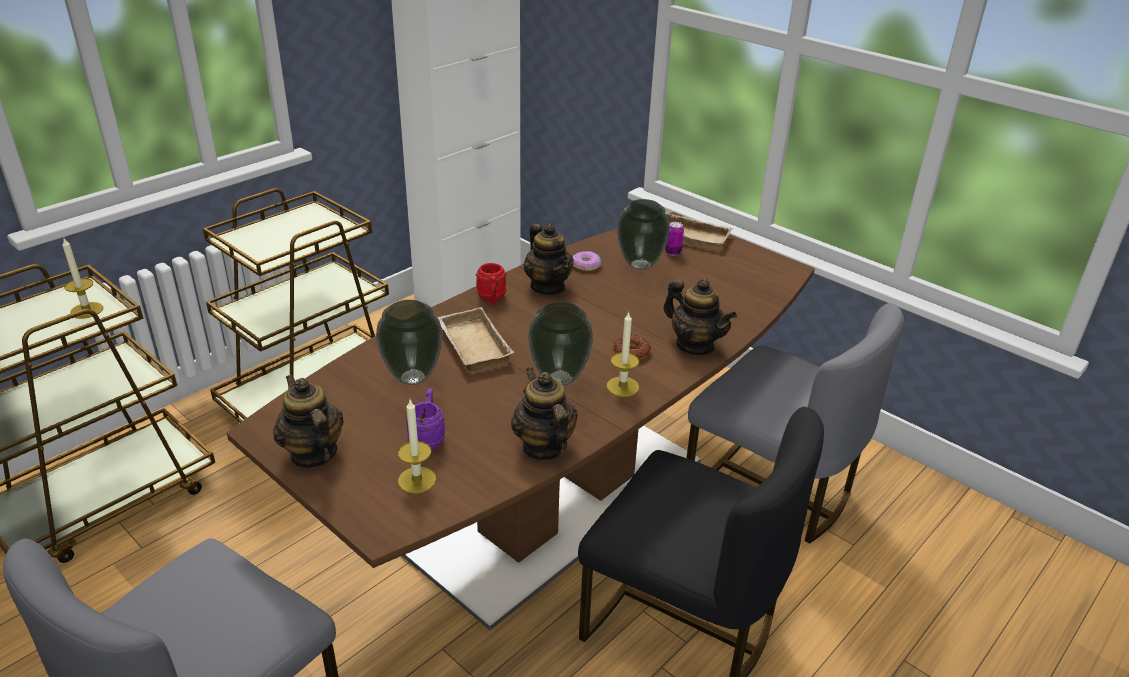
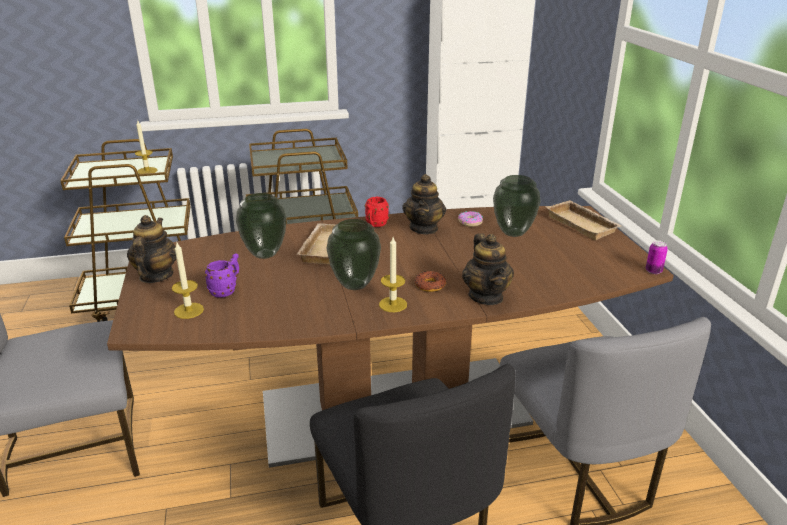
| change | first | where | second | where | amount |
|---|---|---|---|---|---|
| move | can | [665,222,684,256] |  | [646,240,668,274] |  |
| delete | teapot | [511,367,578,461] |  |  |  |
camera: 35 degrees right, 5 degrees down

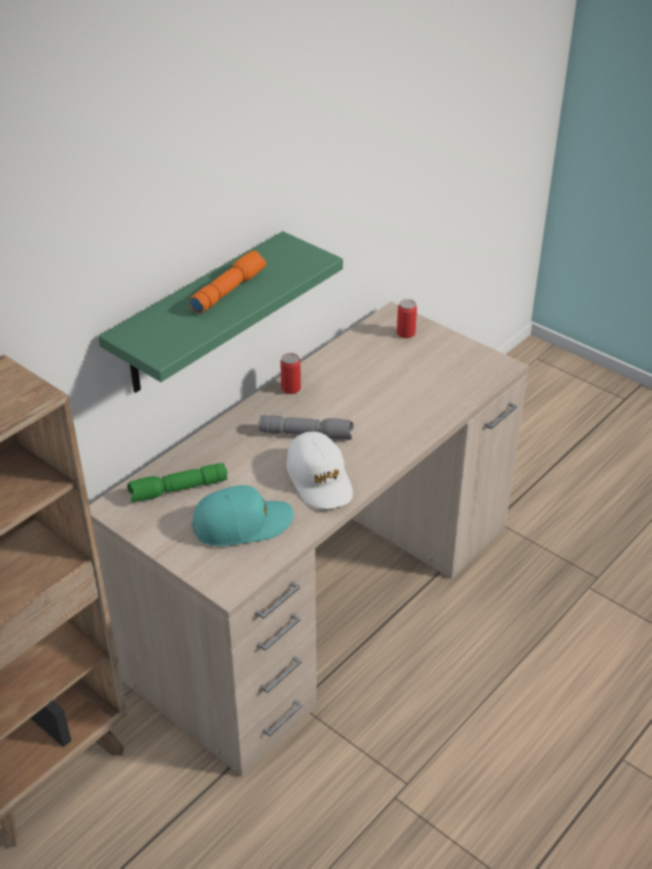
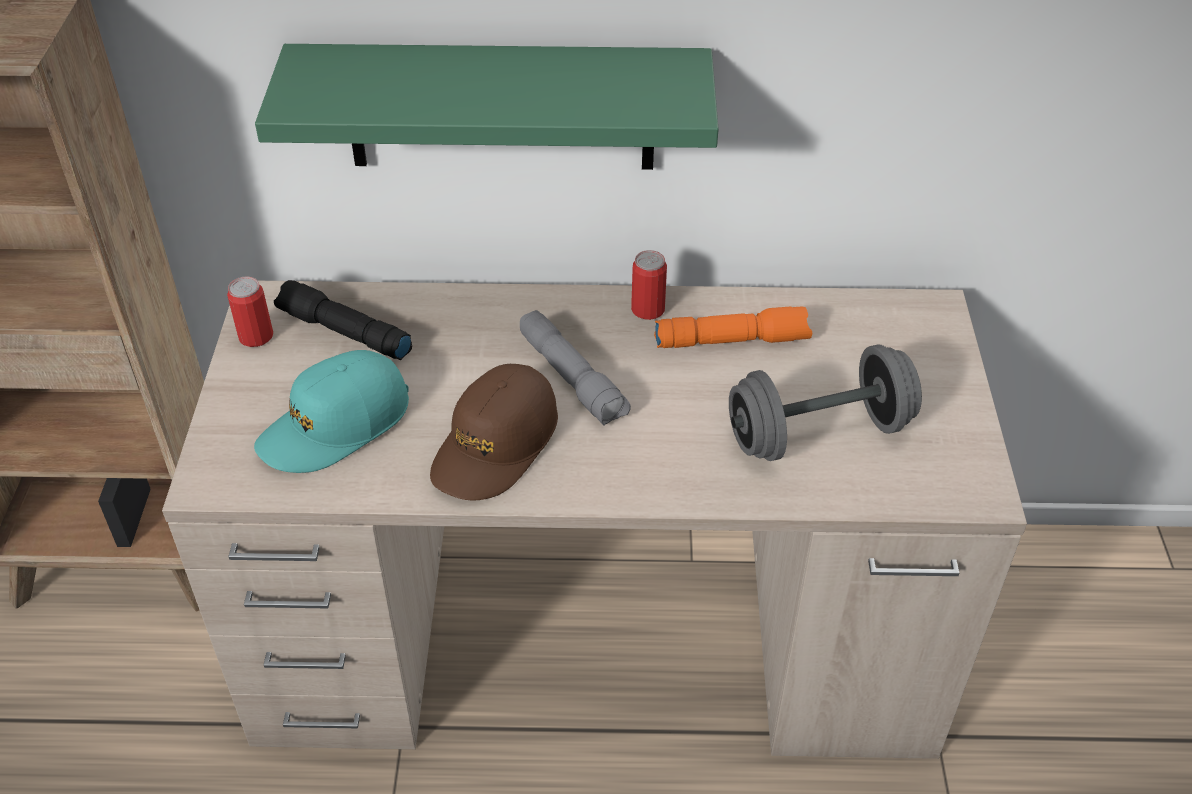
| change | first | where | second | where | amount |
|---|---|---|---|---|---|
| move | orange_flashlight | [190,251,266,313] |  | [654,306,812,348] |  |
| move | can | [397,299,417,338] |  | [227,277,273,347] |  |
| recolor | white_cap | [287,432,353,509] | brown_cap | [430,364,558,501] |  |
| recolor | green_flashlight | [127,463,228,503] | black_flashlight | [274,280,412,360] |  |
| rotate | turquoise_cap | [191,485,294,546] |  | [254,350,409,473] | 105 degrees clockwise |
| insert |  |  | grey_dumbbell | [729,344,922,461] |  |
camera: 50 degrees right, 5 degrees up

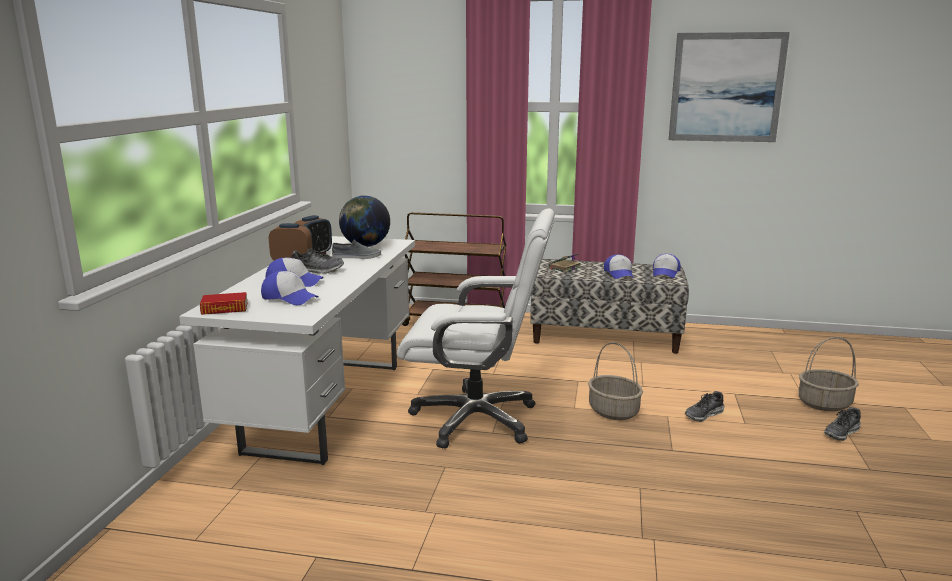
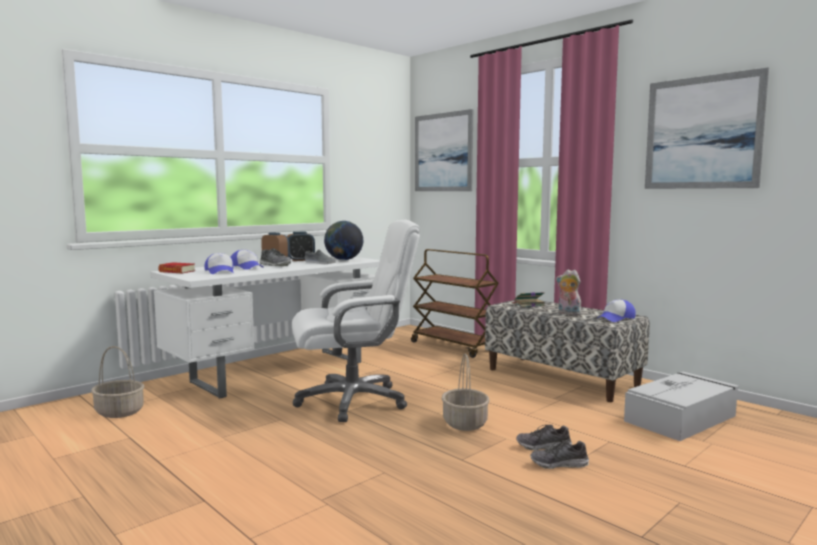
| change | first | where | second | where | amount |
|---|---|---|---|---|---|
| rotate | white_office_chair | [397,208,555,449] |  | [292,220,420,422] | 60 degrees counterclockwise |
| replace | cap | [604,254,634,279] | plush_toy | [556,270,581,315] |  |
| move | basket | [799,337,859,411] |  | [91,346,144,418] |  |
| move | shoe | [824,407,861,441] |  | [530,440,589,469] |  |
| insert |  |  | picture | [415,109,473,191] |  |
| insert |  |  | grey_storage_box | [624,372,739,441] |  |
camera: 35 degrees right, 10 degrees down

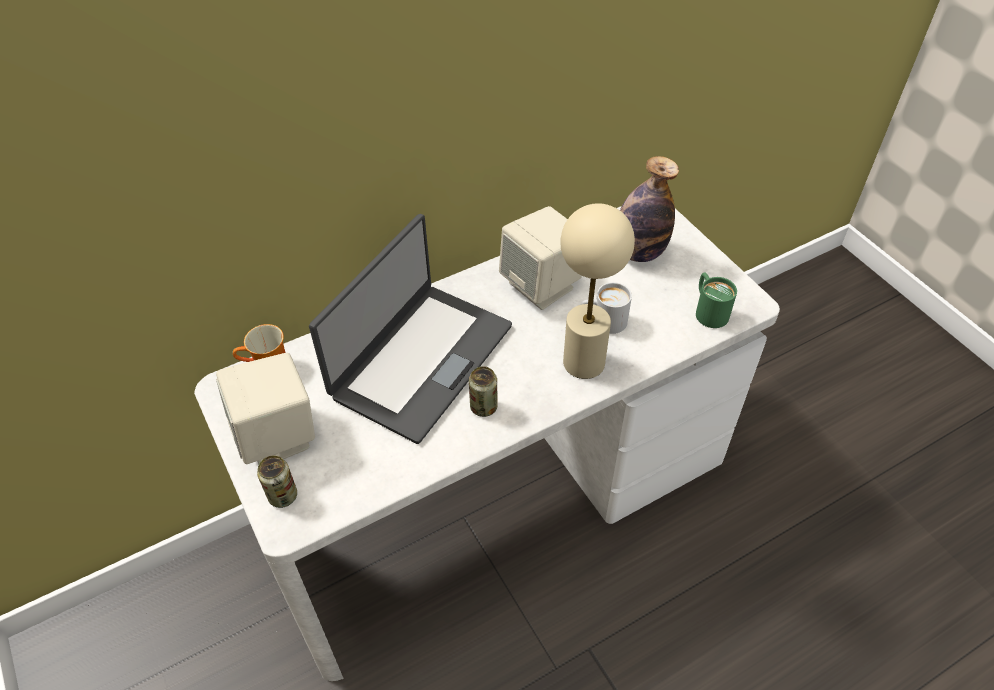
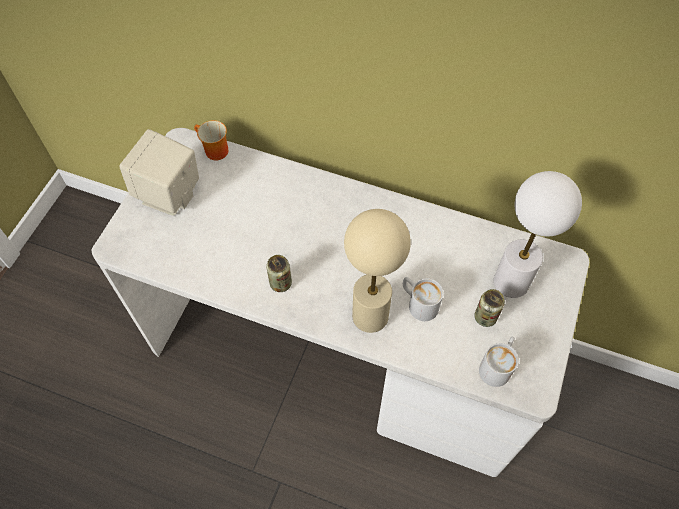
| change | first | where | second | where | amount |
|---|---|---|---|---|---|
| replace | bottle | [620,156,679,262] | white_table_lamp | [494,171,582,298] |  |
| delete | beige_speaker | [499,206,582,310] |  |  |  |
| delete | laptop | [309,214,512,444] |  |  |  |
| recolor | green_mug | [696,272,737,328] | white_mug | [479,337,519,387] |  |
| move | can | [257,455,297,508] |  | [474,289,505,327] |  |
camera: 50 degrees right, 10 degrees up

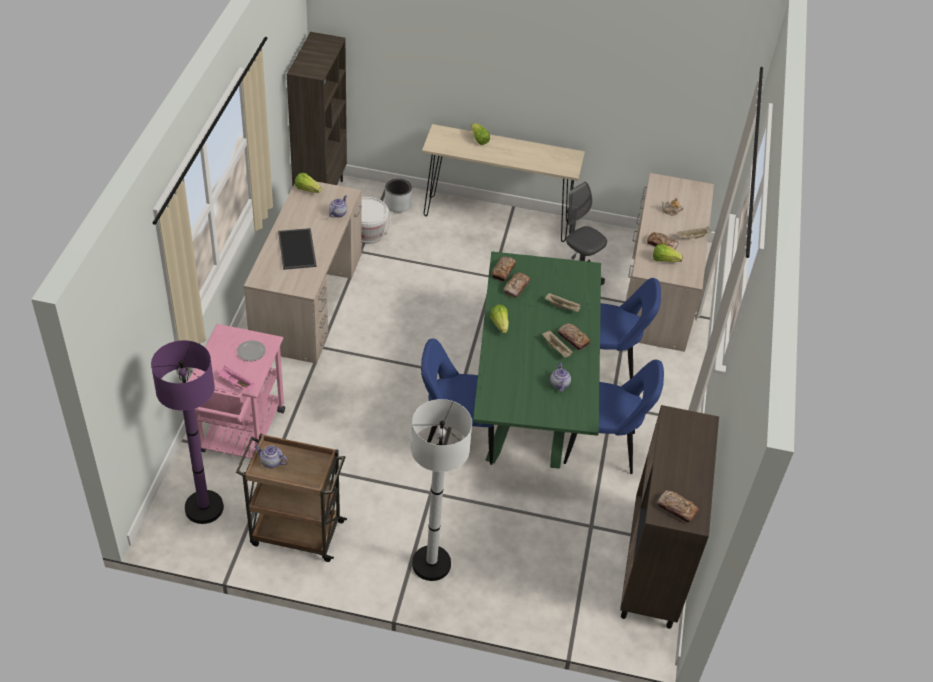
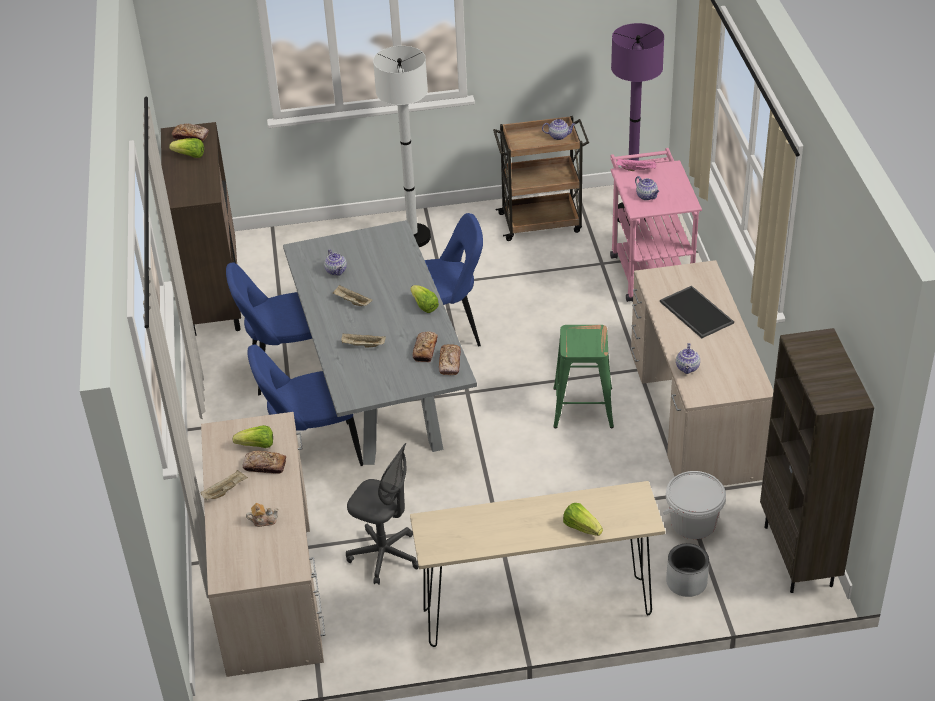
| change | first | where | second | where | amount |
|---|---|---|---|---|---|
| move | lettuce | [295,173,322,193] |  | [169,138,204,158] |  |
| recolor | green_dining_table | [473,252,601,469] | grey_dining_table | [283,220,477,465] |  |
| delete | bread | [558,324,590,350] |  |  |  |
| replace | plate | [237,340,266,361] | teapot | [635,176,659,200] |  |
| insert |  |  | green_stool | [553,325,614,428] |  |
camera: 165 degrees right, 5 degrees down

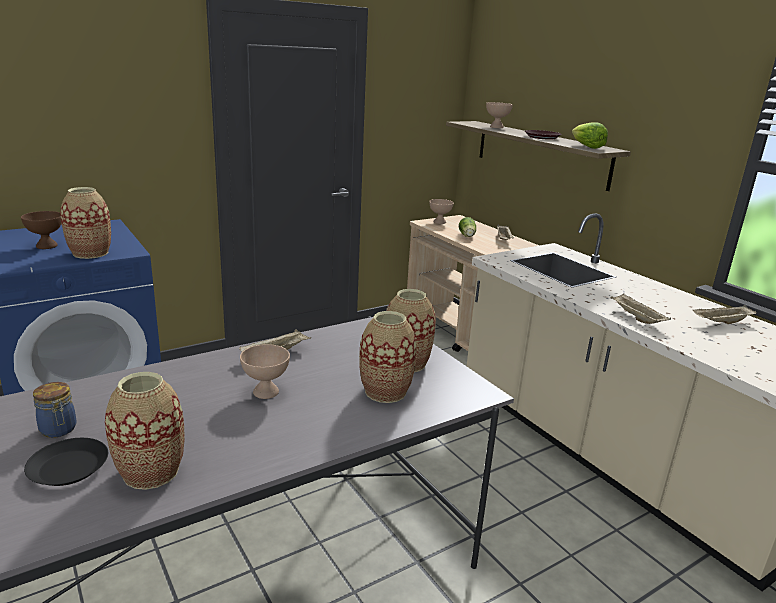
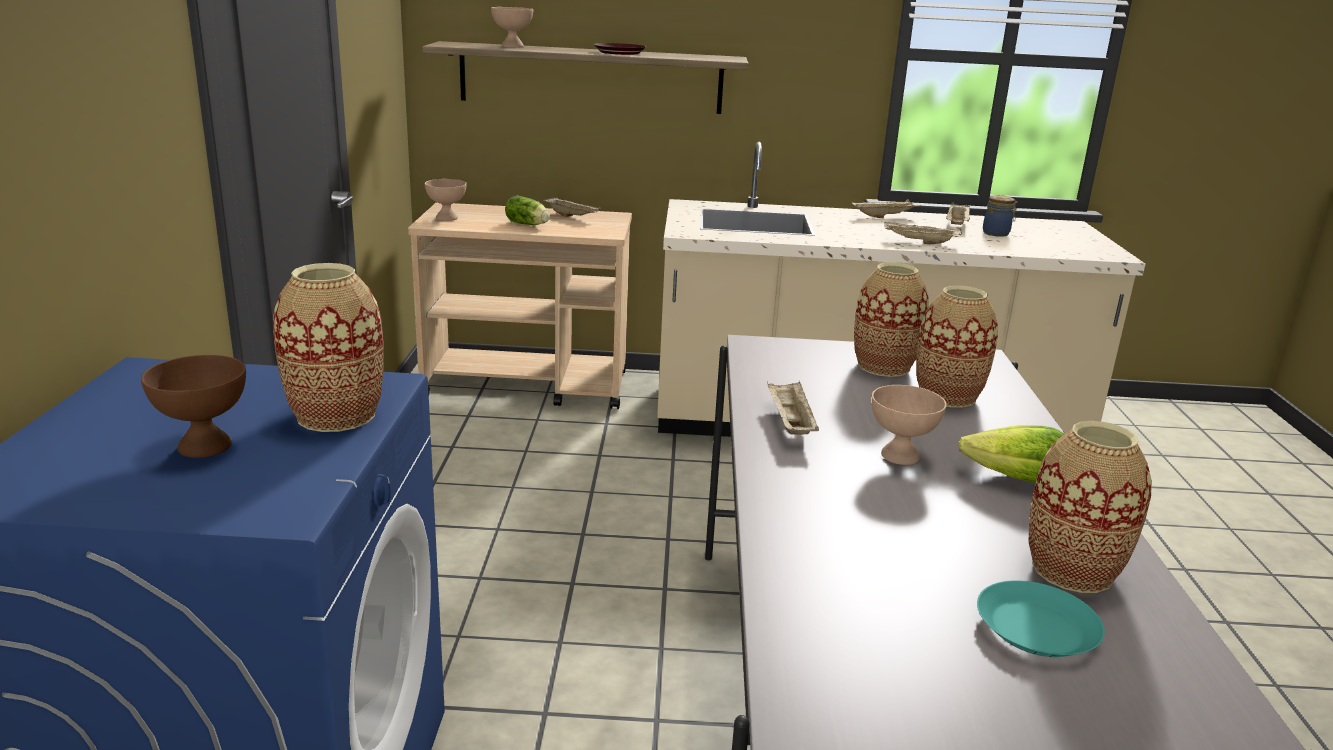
| change | first | where | second | where | amount |
|---|---|---|---|---|---|
| move | lettuce | [572,123,608,149] |  | [958,425,1065,483] |  |
| move | jar | [33,382,77,438] |  | [983,195,1018,237] |  |
| recolor | black_plate | [24,438,108,486] | turquoise_plate | [977,580,1105,657] |  |
| insert |  |  | beige_tray | [851,199,921,218] |  |
camera: 55 degrees left, 0 degrees up

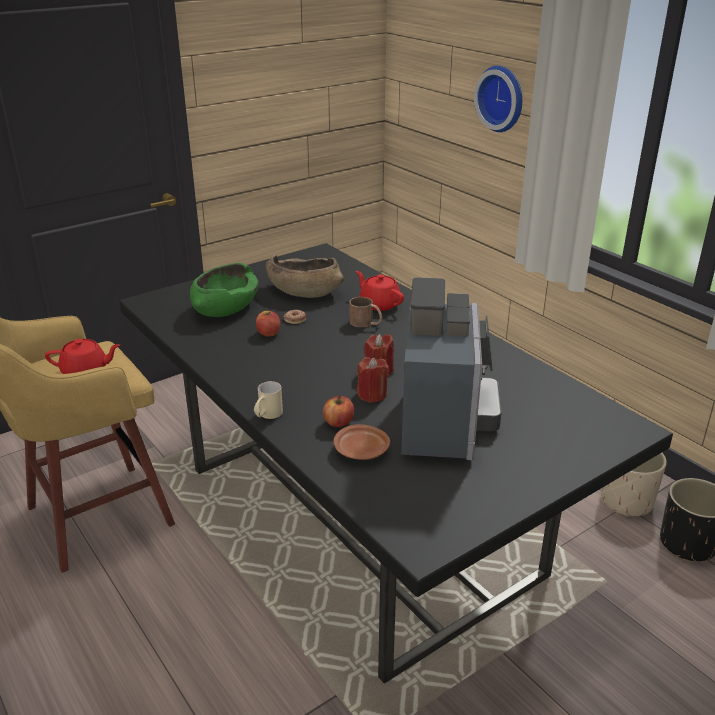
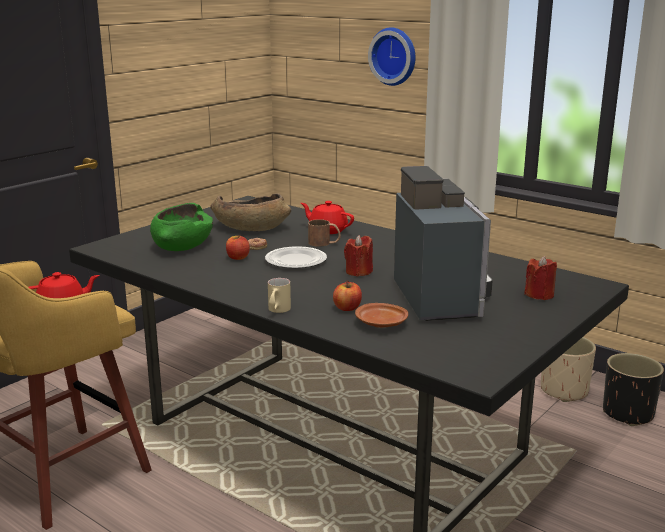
| change | first | where | second | where | amount |
|---|---|---|---|---|---|
| move | red_candle | [357,357,389,403] |  | [524,256,557,300] |  |
| insert |  |  | plate | [265,246,327,268] |  |
camera: 15 degrees left, 10 degrees down

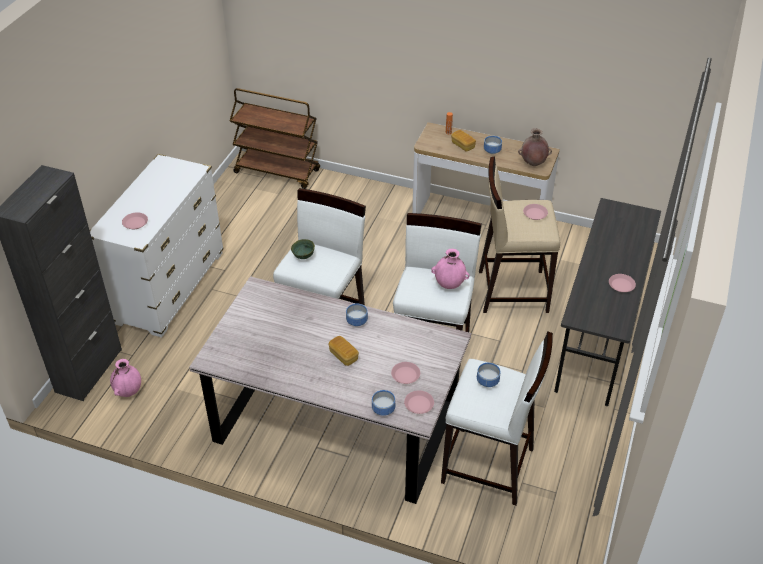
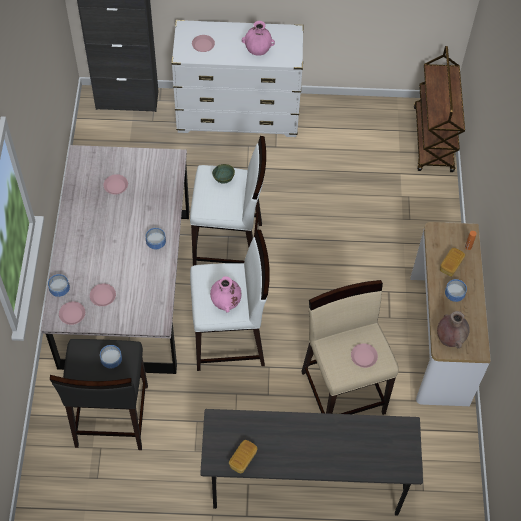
| change | first | where | second | where | amount |
|---|---|---|---|---|---|
| move | pink_plate | [609,274,636,292] |  | [104,174,128,194] |  |
| recolor | white_stool | [441,331,553,505] | black_stool | [50,339,148,450] |  |
| move | bread | [329,336,359,366] |  | [229,440,257,473] |  |
| move | pink_vase | [110,359,141,397] |  | [242,21,275,56] |  |
camera: 70 degrees right, 15 degrees up

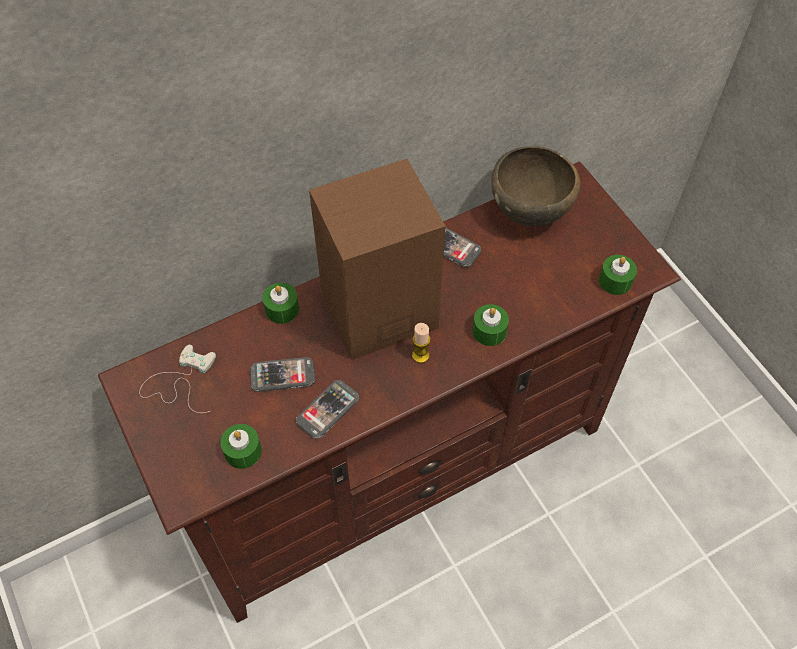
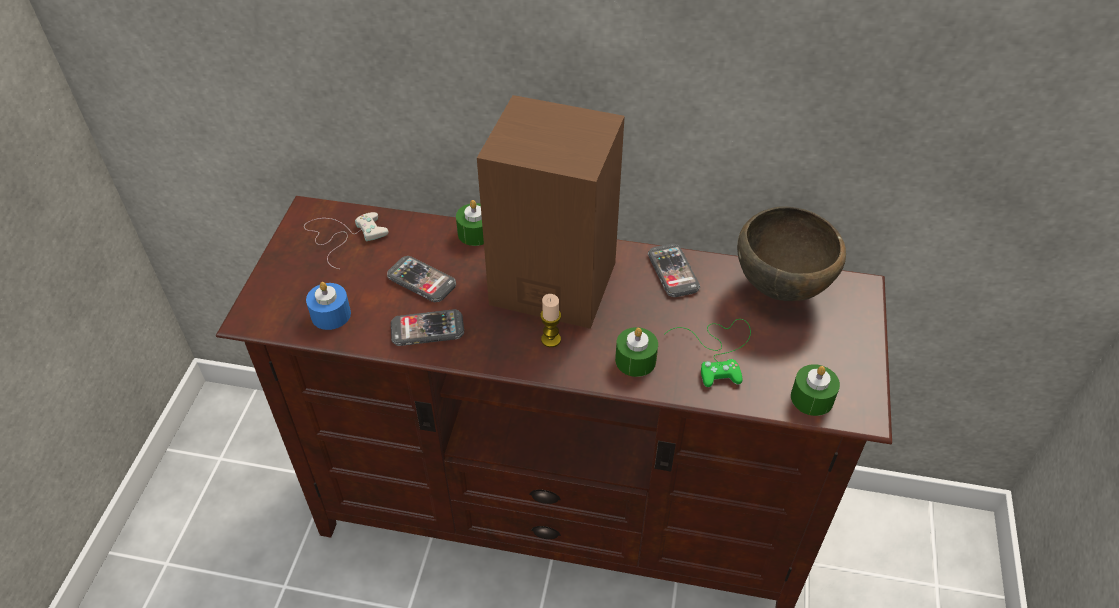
| change | first | where | second | where | amount |
|---|---|---|---|---|---|
| recolor | green_candle | [220,424,262,469] | blue_candle | [306,282,351,330] |  |
| insert |  |  | green_game_controller | [664,319,751,387] |  |
camera: 40 degrees right, 10 degrees down

